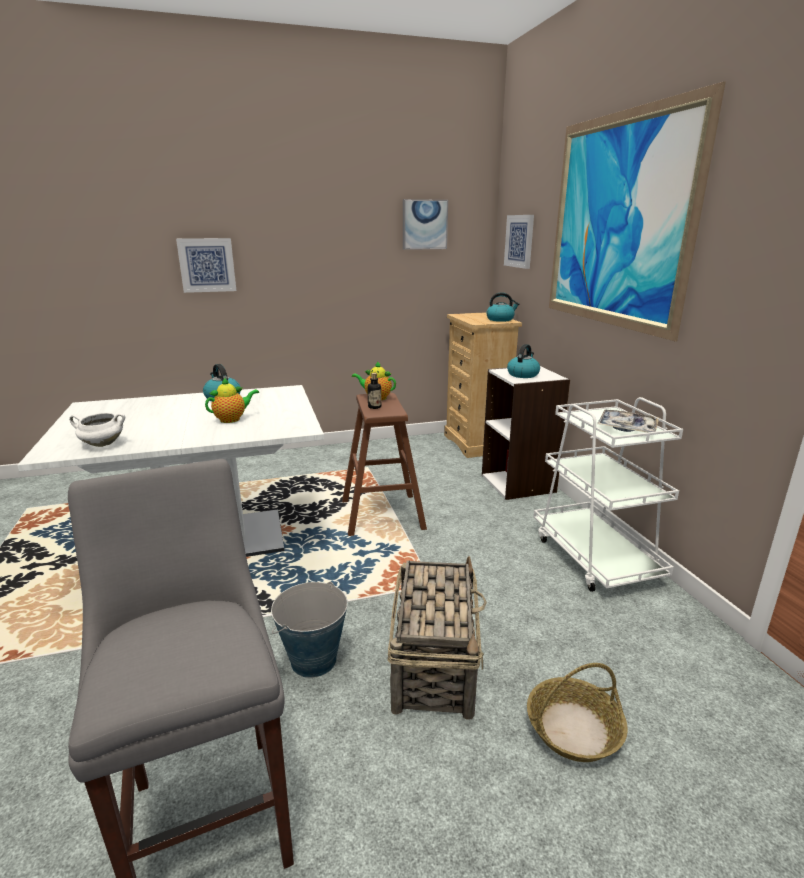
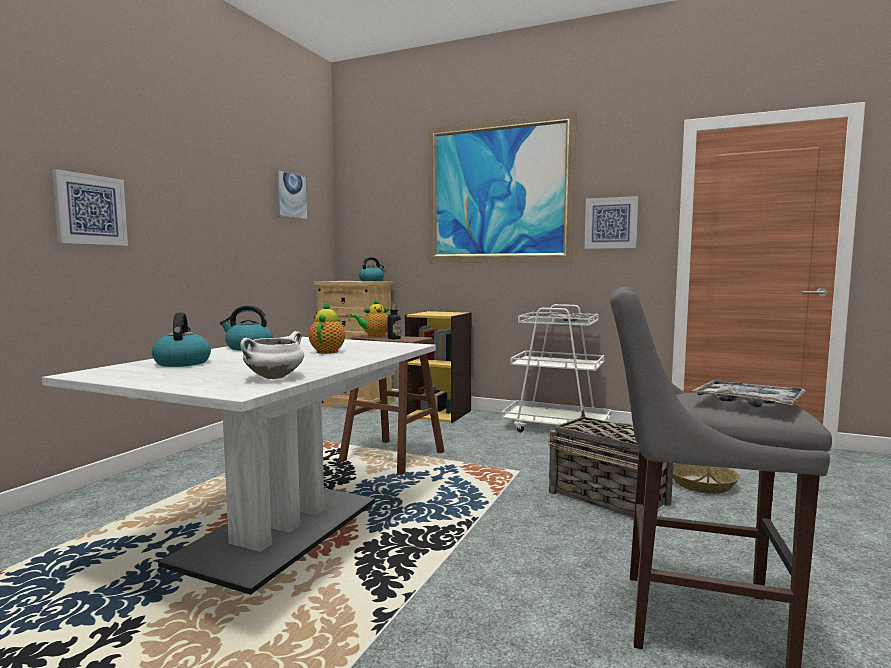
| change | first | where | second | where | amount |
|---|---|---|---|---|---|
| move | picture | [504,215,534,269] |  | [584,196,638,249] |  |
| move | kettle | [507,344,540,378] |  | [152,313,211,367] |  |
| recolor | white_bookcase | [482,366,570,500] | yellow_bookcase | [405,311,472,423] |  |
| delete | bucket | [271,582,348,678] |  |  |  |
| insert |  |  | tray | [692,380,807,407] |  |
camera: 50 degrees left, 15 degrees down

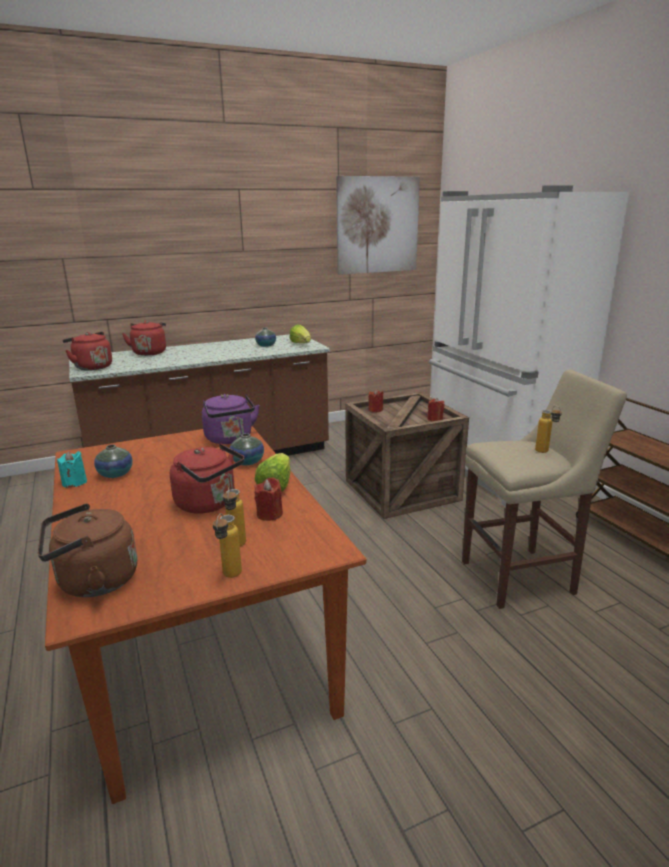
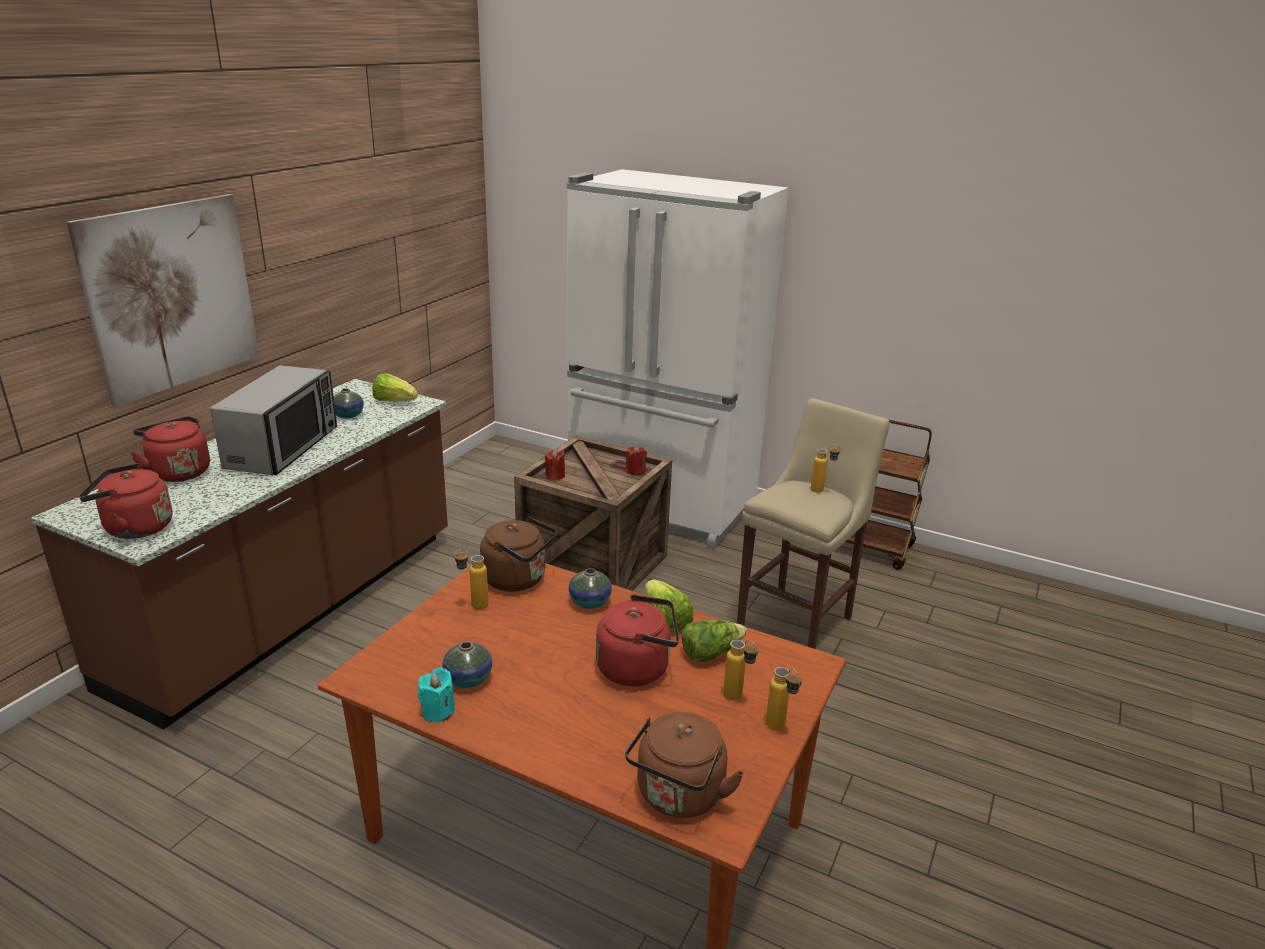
| change | first | where | second | where | amount |
|---|---|---|---|---|---|
| move | picture | [336,176,420,275] |  | [67,194,259,407] |  |
| recolor | purple_kettle | [202,394,260,444] | brown_kettle | [480,516,557,592] |  |
| replace | red_candle | [254,478,283,521] | lettuce | [682,620,747,662] |  |
| insert |  |  | microwave | [210,365,337,475] |  |
| insert |  |  | bottle | [454,549,488,610] |  |
camera: 40 degrees left, 5 degrees up

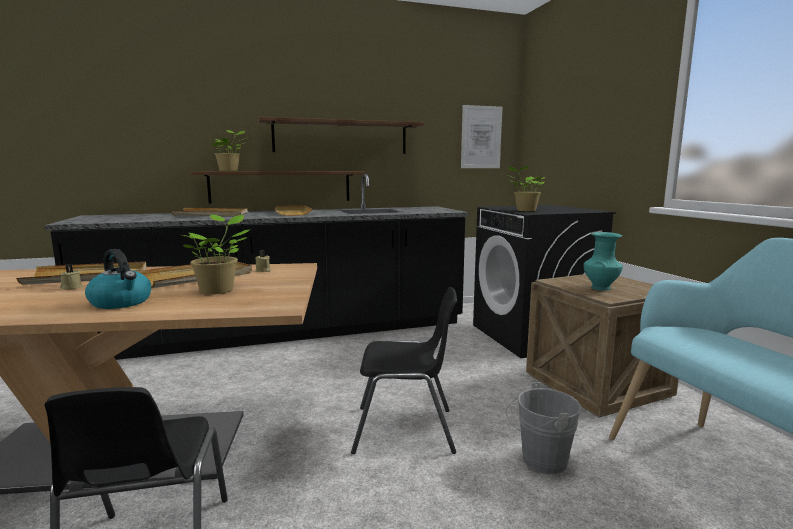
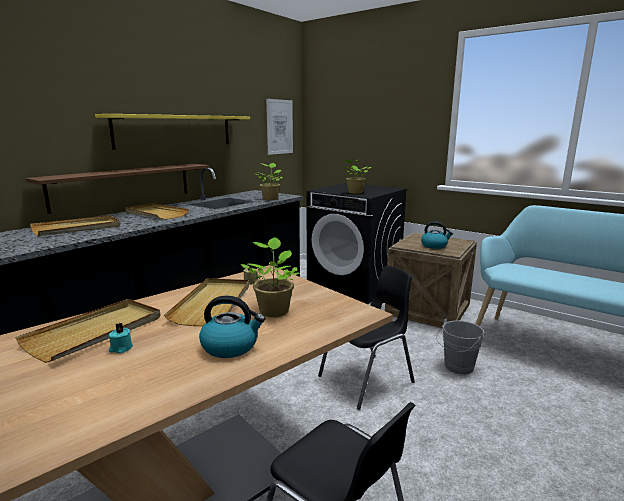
| change | first | where | second | where | amount |
|---|---|---|---|---|---|
| recolor | brown_shelf | [259,117,424,154] | yellow_shelf | [95,114,250,150] |  |
| move | potted_plant | [211,130,246,171] |  | [254,163,283,200] |  |
| replace | turquoise_vase | [584,232,623,290] | kettle | [421,222,453,249] |  |
| recolor | beige_candle | [60,264,82,290] | turquoise_candle | [109,323,133,353] |  |
camera: 35 degrees left, 5 degrees up

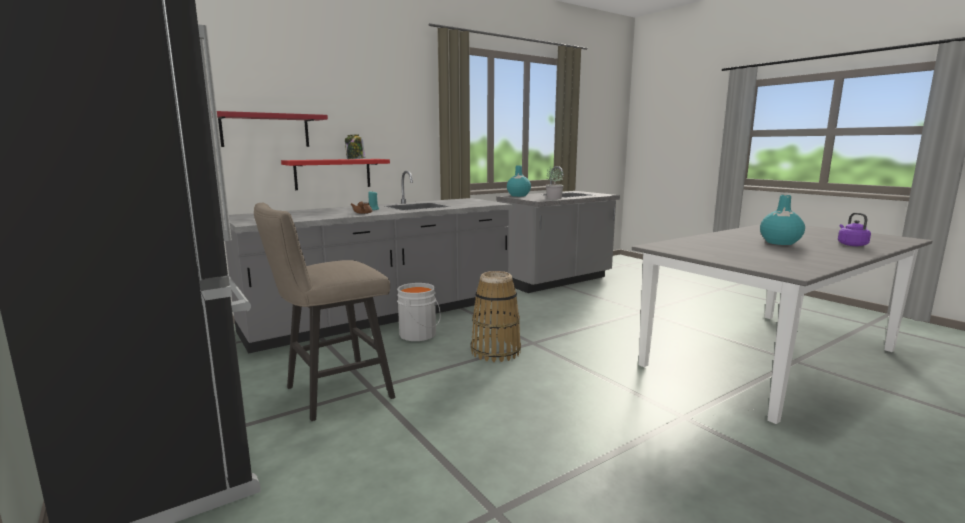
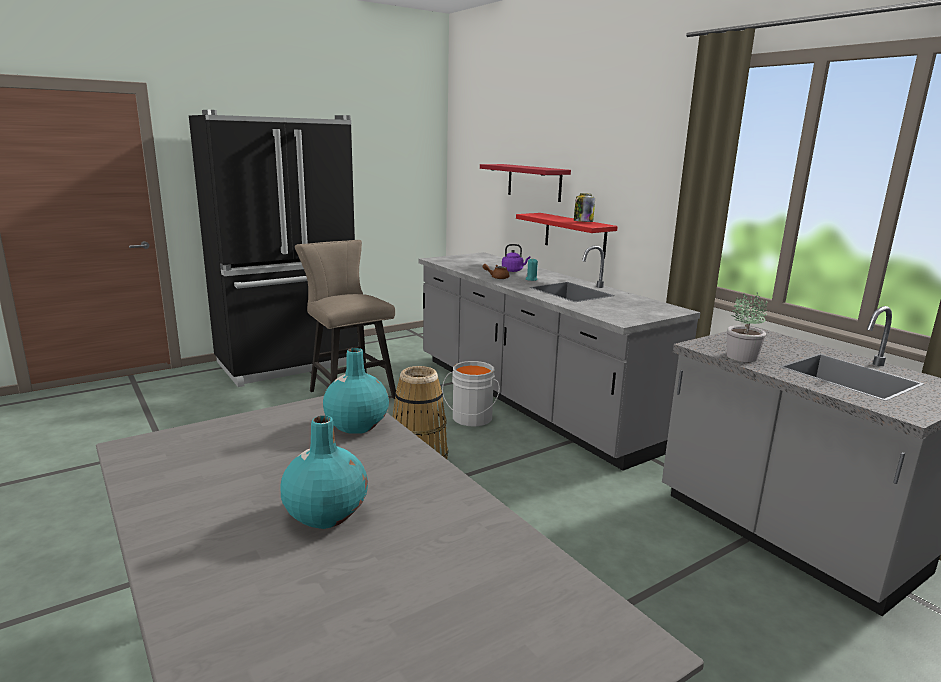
| change | first | where | second | where | amount |
|---|---|---|---|---|---|
| move | turquoise_vase | [507,165,531,197] |  | [323,348,389,434] |  |
| move | purple_kettle | [838,213,871,246] |  | [502,244,530,272] |  |
camera: 90 degrees right, 5 degrees up

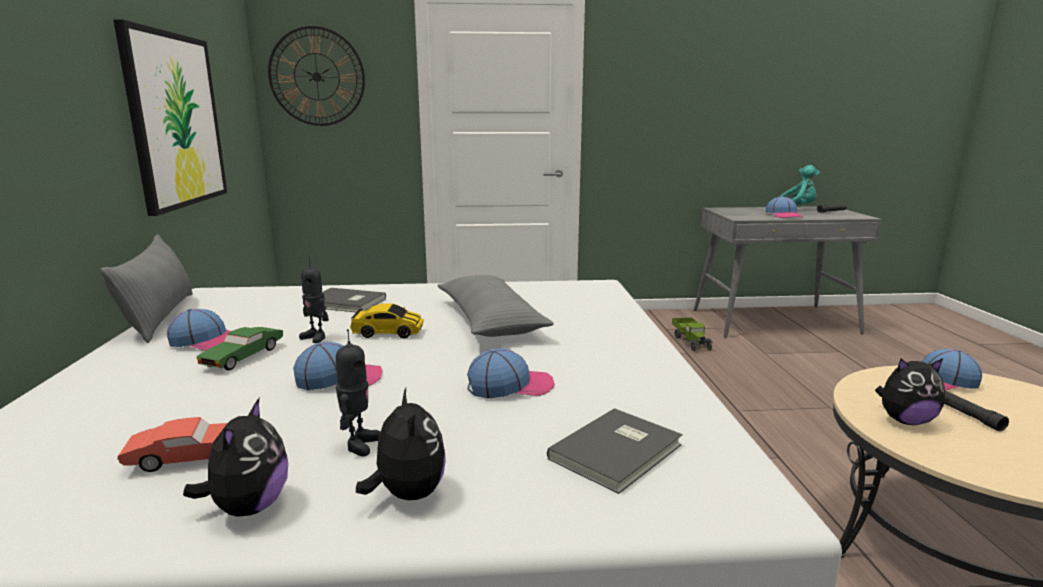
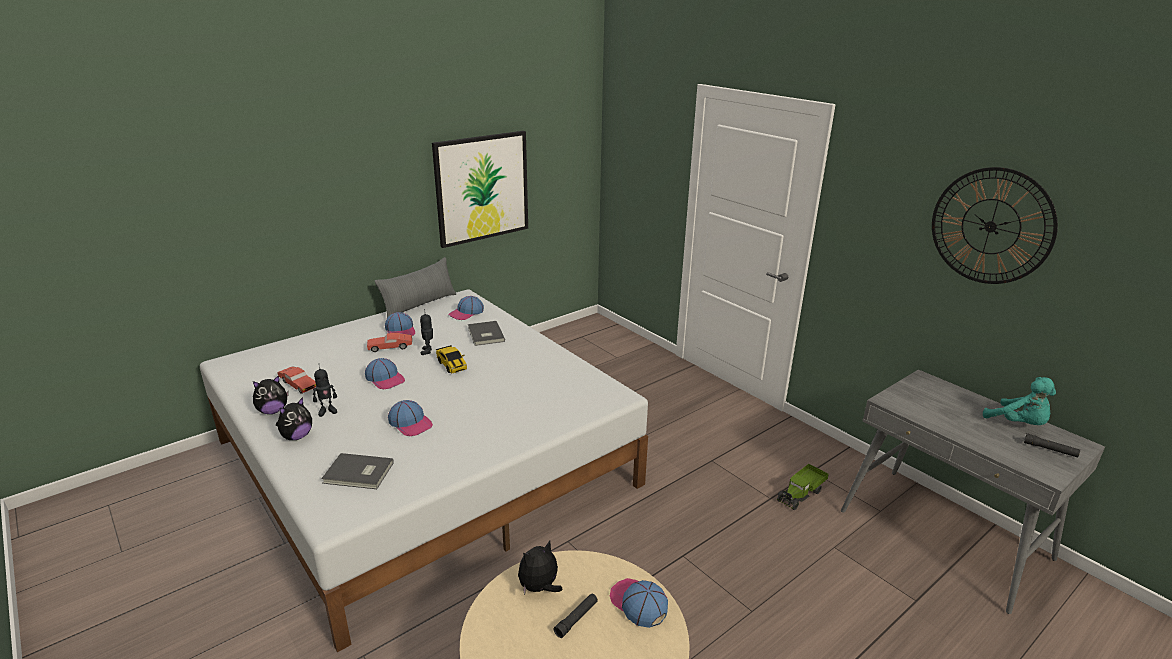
| change | first | where | second | where | amount |
|---|---|---|---|---|---|
| move | wall_clock | [268,26,365,126] |  | [932,167,1058,284] |  |
| move | cap | [766,196,803,218] |  | [448,296,484,320] |  |
| delete | grey_pillow | [438,275,554,337] |  |  |  |
| recolor | green_toy_car | [197,327,283,370] | red_toy_car | [367,333,412,352] |  |
| rotate | plush_toy | [875,358,945,425] |  | [518,540,562,595] | 90 degrees clockwise |
camera: 55 degrees right, 10 degrees up

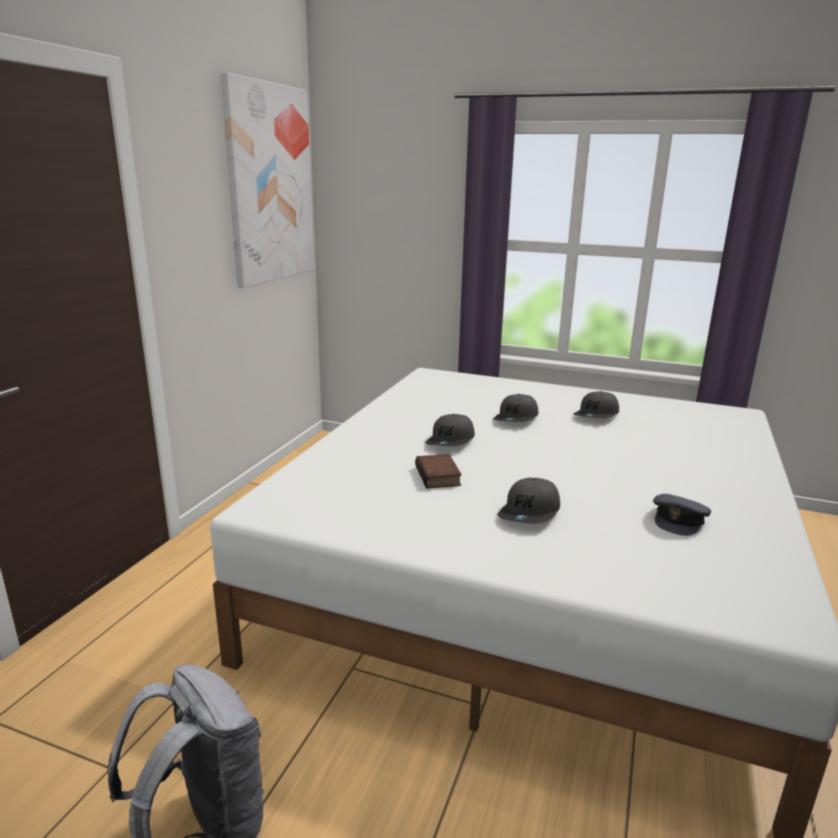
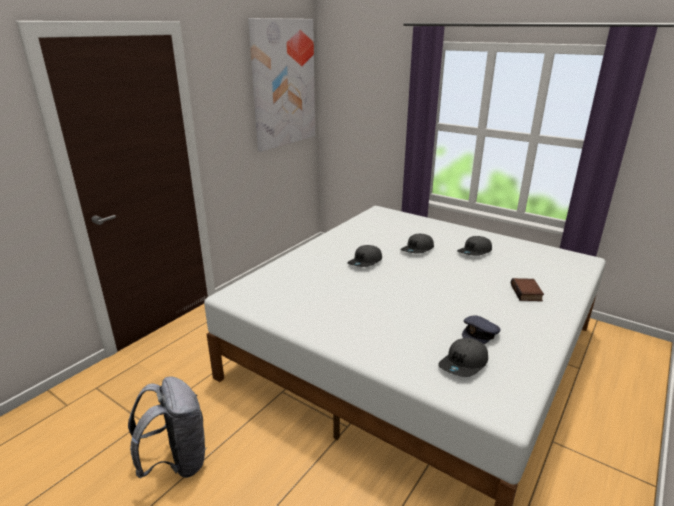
| change | first | where | second | where | amount |
|---|---|---|---|---|---|
| move | book | [415,454,462,489] |  | [511,278,544,301] |  |
| move | grey_cap | [498,478,560,524] |  | [438,338,488,377] |  |
camera: 15 degrees right, 5 degrees up

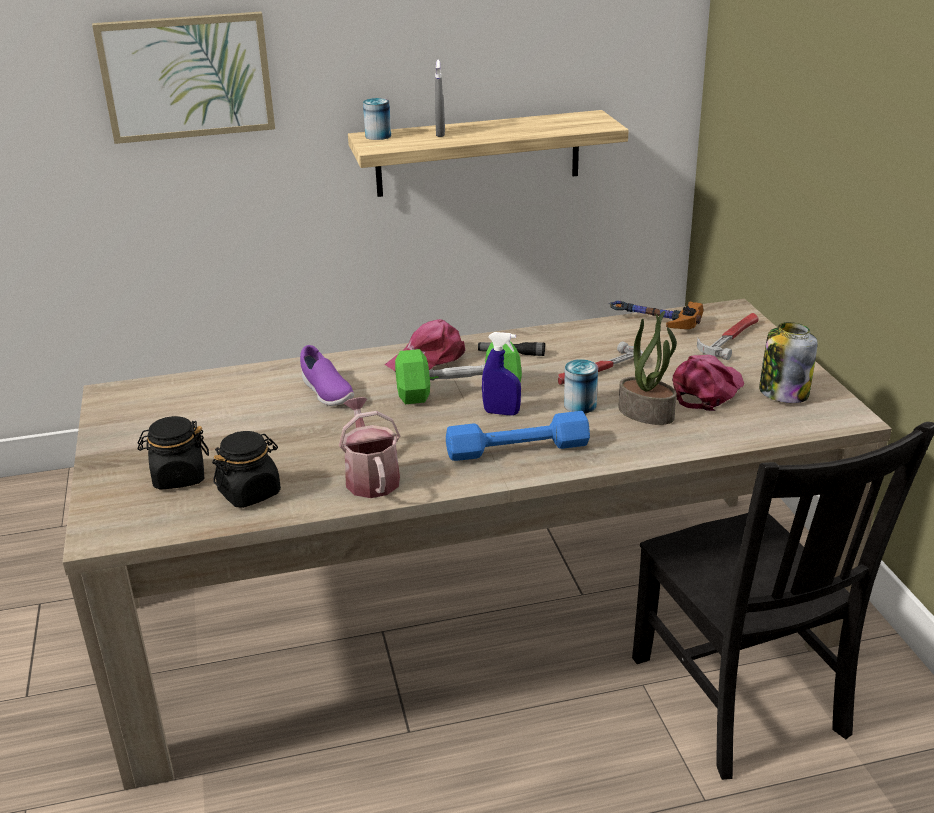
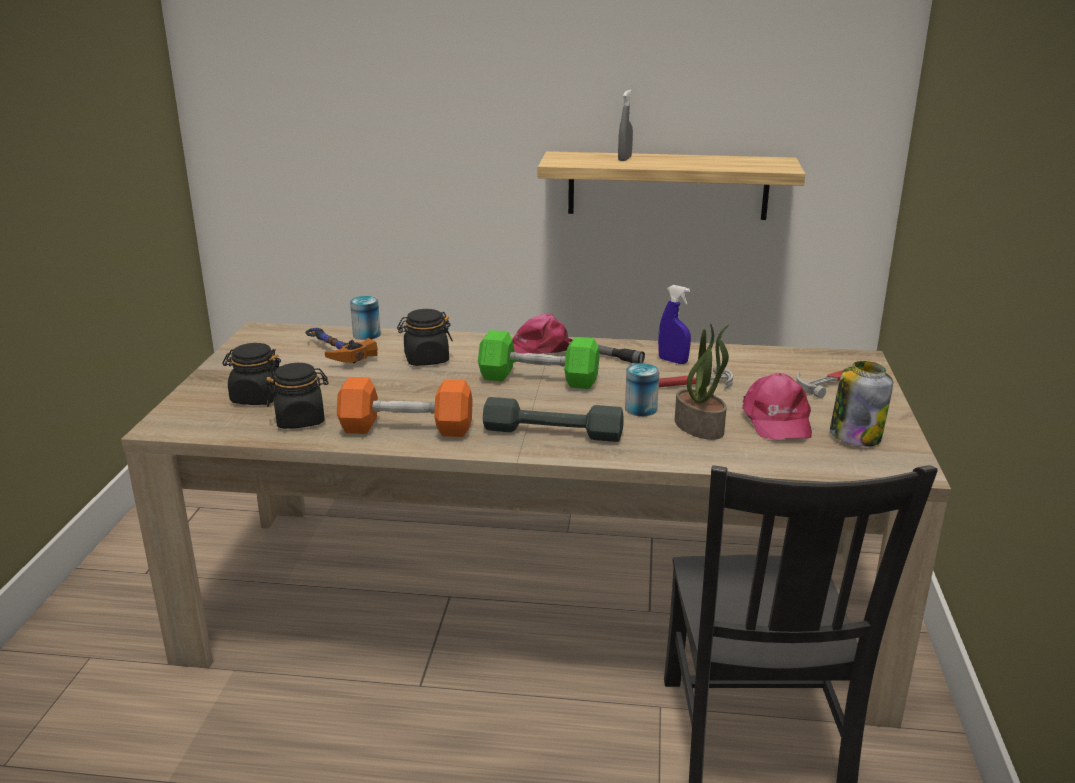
| change | first | where | second | where | amount |
|---|---|---|---|---|---|
| delete | picture | [92,12,275,144] |  |  |  |
| move | can | [363,98,391,140] |  | [350,296,381,340] |  |
| move | hammer | [609,301,703,329] |  | [305,328,378,363] |  |
| move | blue_spray_bottle | [482,332,521,416] |  | [658,285,691,364] |  |
| replace | purple_shoe | [300,345,354,406] | black_jar | [397,309,453,366] |  |
| rotate | pink_cap | [672,355,744,411] |  | [742,373,812,440] | 120 degrees clockwise |
| replace | watering_can | [339,397,400,498] | orange_dumbbell | [337,377,473,437] |  |
| recolor | blue_dumbbell | [446,411,590,461] | grey_dumbbell | [483,397,624,442] |  |
camera: 20 degrees right, 5 degrees down

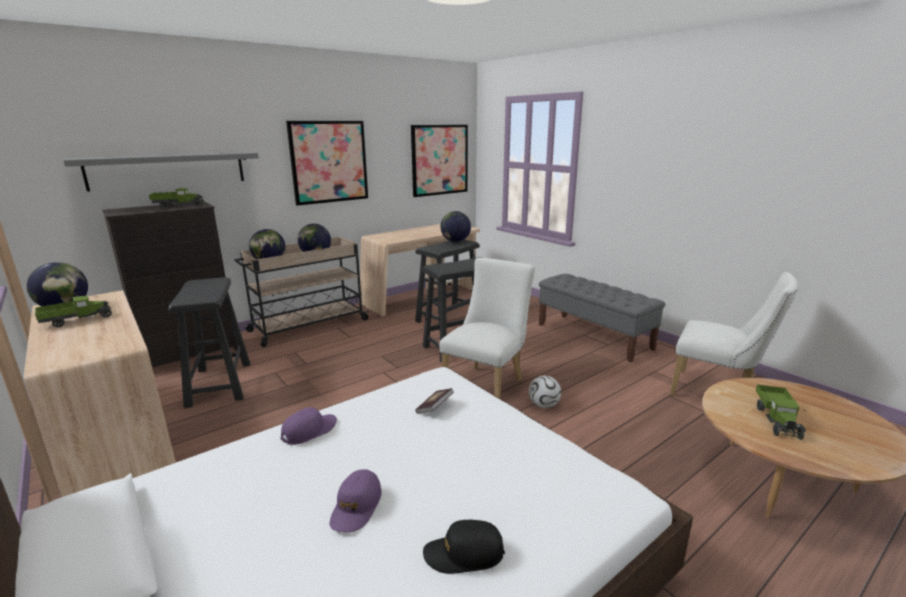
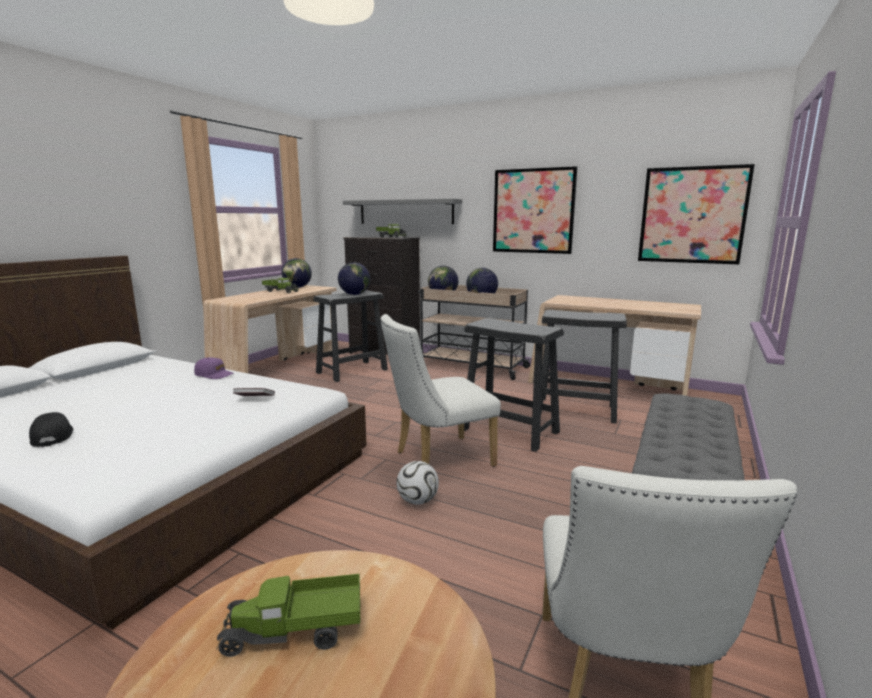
| change | first | where | second | where | amount |
|---|---|---|---|---|---|
| move | globe | [441,211,471,242] |  | [338,262,370,295] |  |
| rotate | white_chair | [439,258,535,398] |  | [381,314,501,467] | 150 degrees clockwise |
| delete | purple_cap | [330,469,382,533] |  |  |  |
camera: 65 degrees right, 5 degrees down

